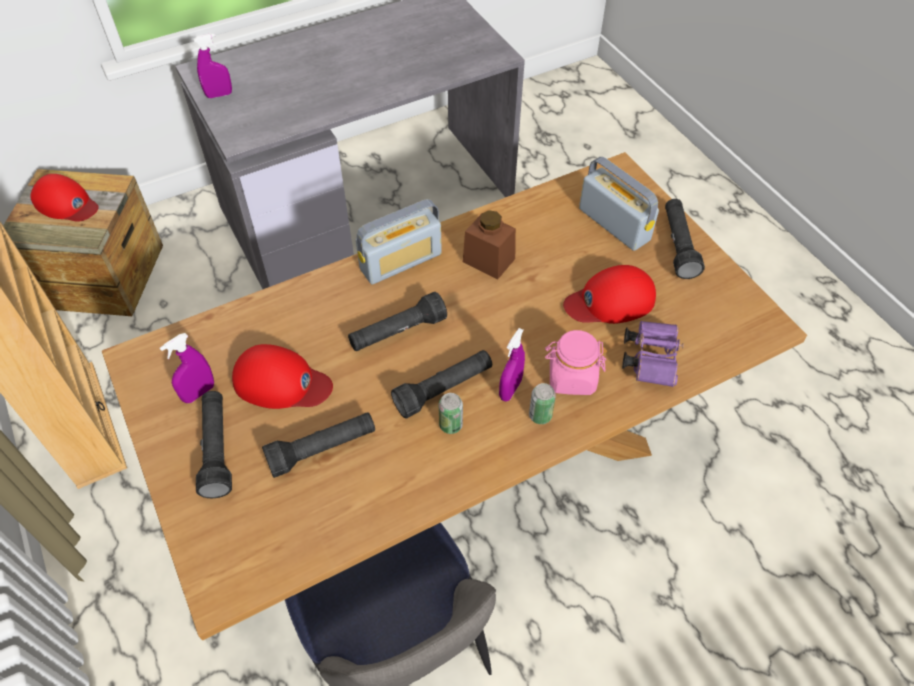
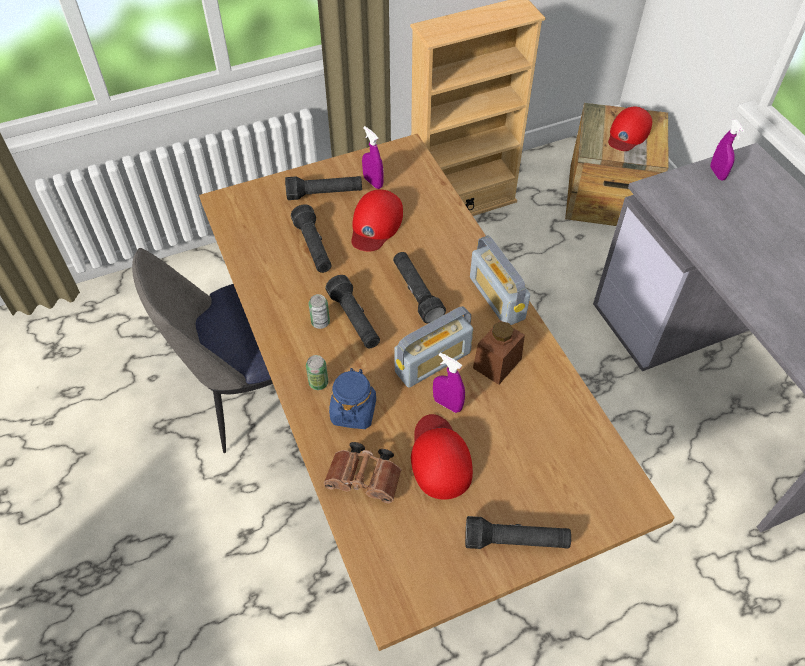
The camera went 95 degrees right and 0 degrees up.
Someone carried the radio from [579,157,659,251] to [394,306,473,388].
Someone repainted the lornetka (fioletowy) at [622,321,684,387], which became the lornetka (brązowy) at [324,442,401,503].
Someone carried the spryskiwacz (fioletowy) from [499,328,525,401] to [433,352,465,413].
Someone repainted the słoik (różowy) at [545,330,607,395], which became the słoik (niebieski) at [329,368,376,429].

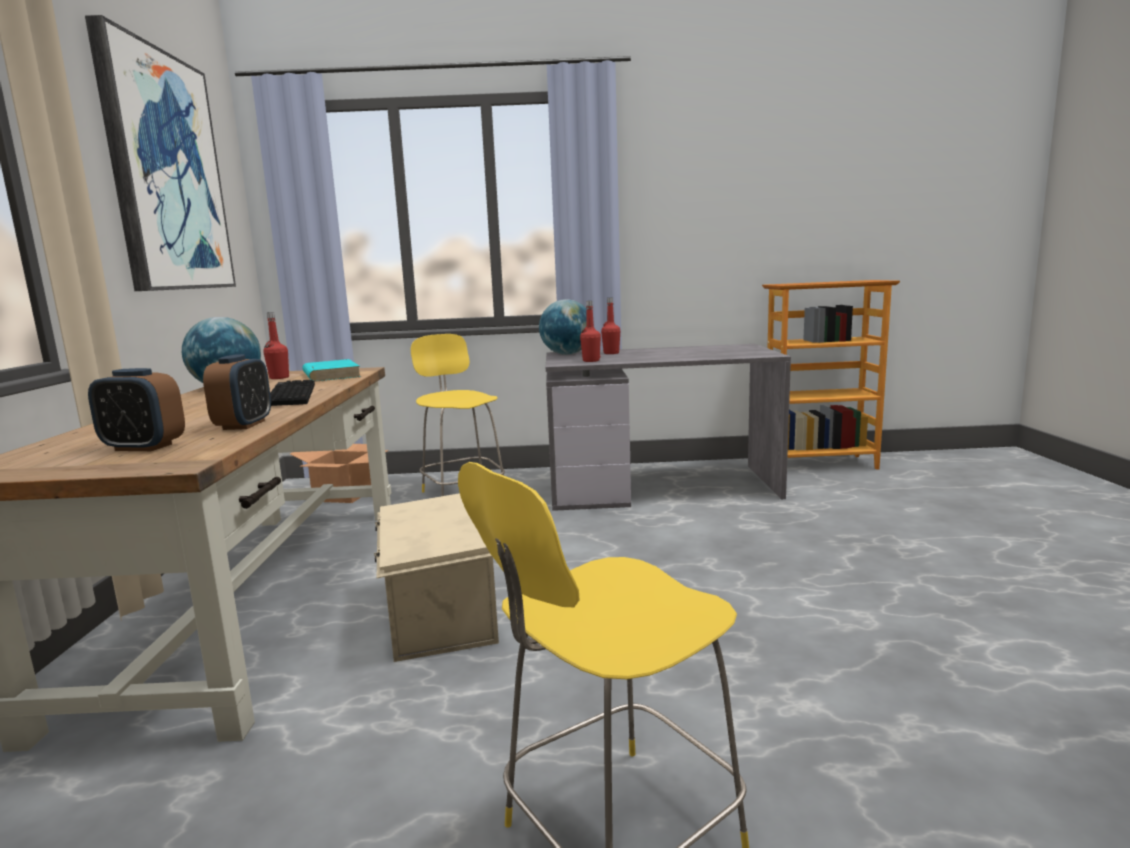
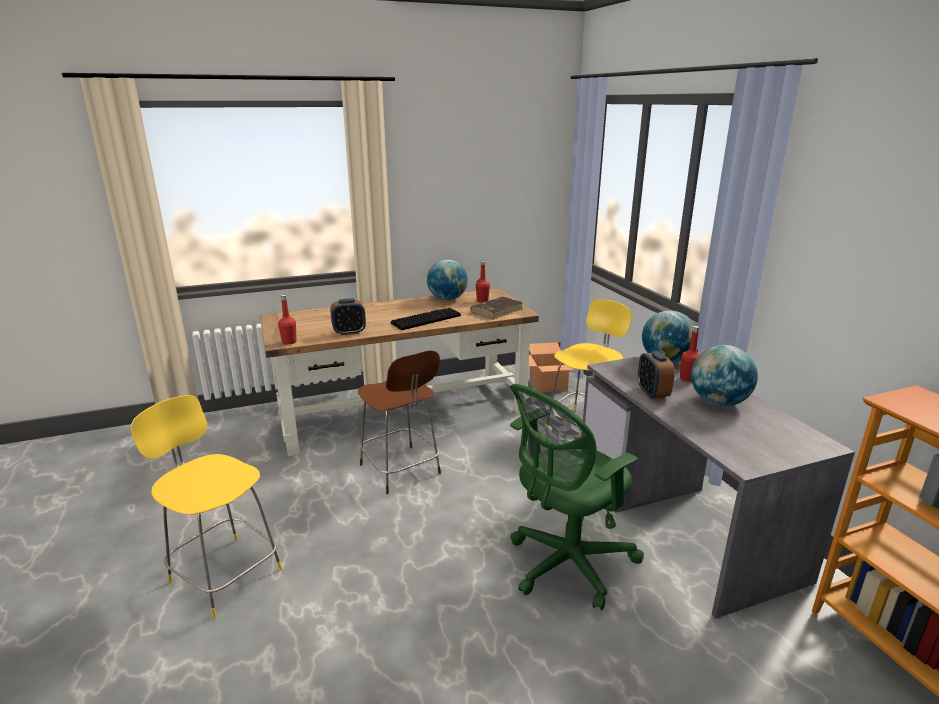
The camera went 70 degrees right and 10 degrees up.
Someone took away the obraz at [85,15,236,291].
Someone carried the butelka (czerwony) from [580,301,601,362] to [278,295,297,345].
Someone repainted the książka (turkusowy) at [302,359,361,382], which became the książka (brązowy) at [470,296,523,320].
Someone carried the budzik from [88,368,185,451] to [638,351,675,399].
Someone swapped the pojemnik do przechowywania (beżowy) at [374,493,499,662] for the krzesło (brązowy) at [358,350,441,494].
Someone put down the globus at [691,345,758,406].
Someone put down the krzesło biurowe (zielony) at [510,384,644,611].

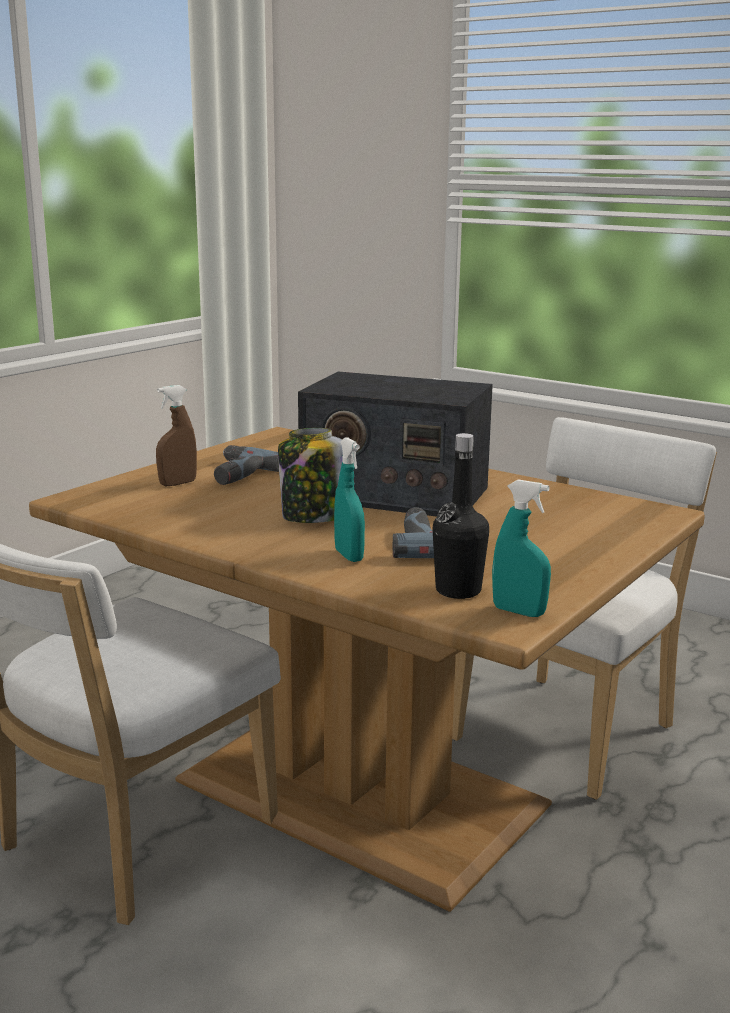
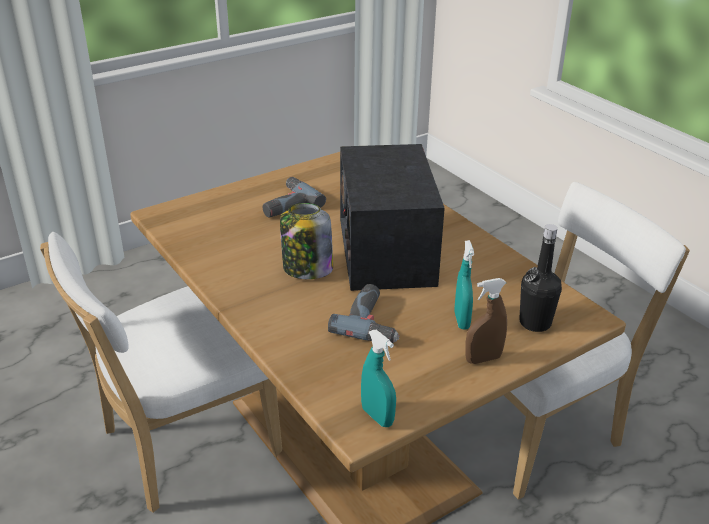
The camera went 20 degrees right and 15 degrees up.
Someone rotated the radio at [298,372,493,517] by 45 degrees clockwise.
Someone carried the spryskiwacz (brązowy) from [156,385,197,486] to [465,278,507,364].
Someone carried the butelka (czarny) from [432,433,489,599] to [519,224,562,332].
Someone carried the spryskiwacz (turkusowy) from [334,437,365,562] to [454,240,474,329].

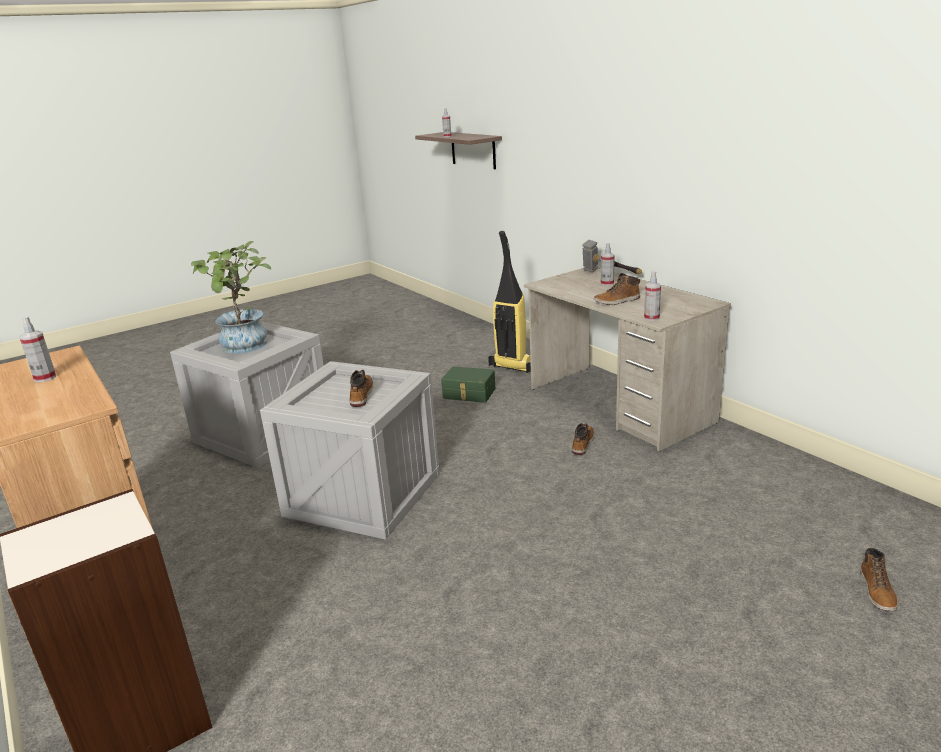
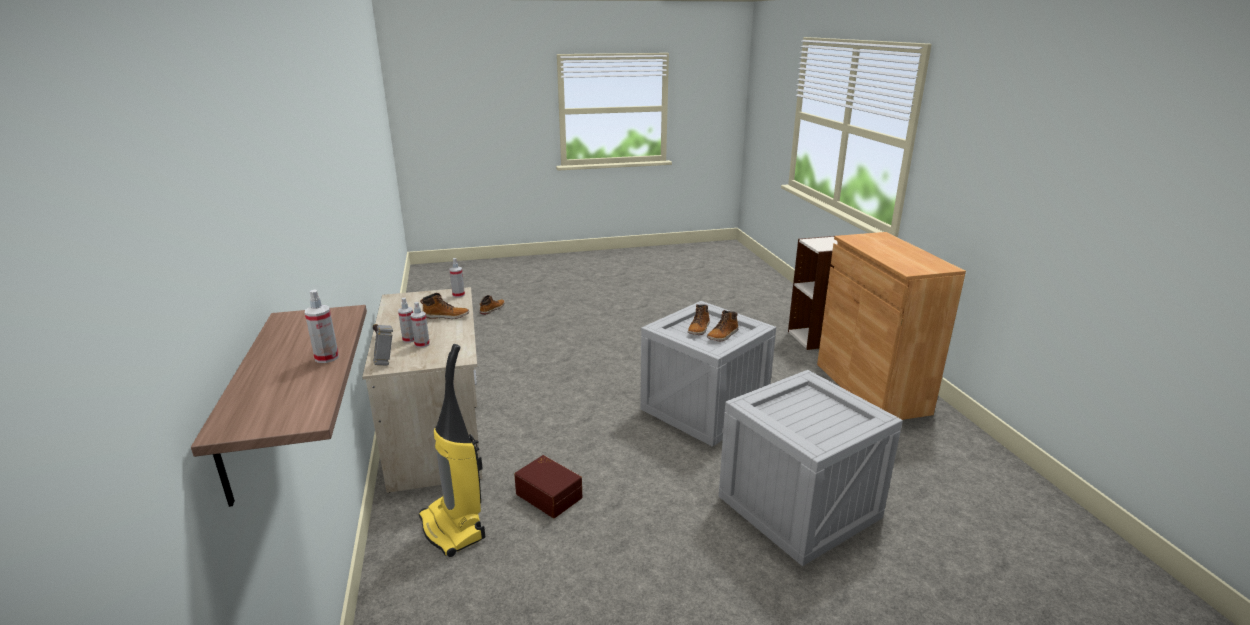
The camera went 160 degrees left and 0 degrees up.
Someone took away the roślina doniczkowa at [191,241,271,354].
Someone carried the spryskiwacz from [19,316,56,382] to [410,302,430,348].
Someone repainted the pojemnik do przechowywania (zielony) at [441,366,495,403], which became the pojemnik do przechowywania (brązowy) at [514,455,582,518].
Someone carried the but z cholewką from [572,423,594,455] to [707,310,738,341].

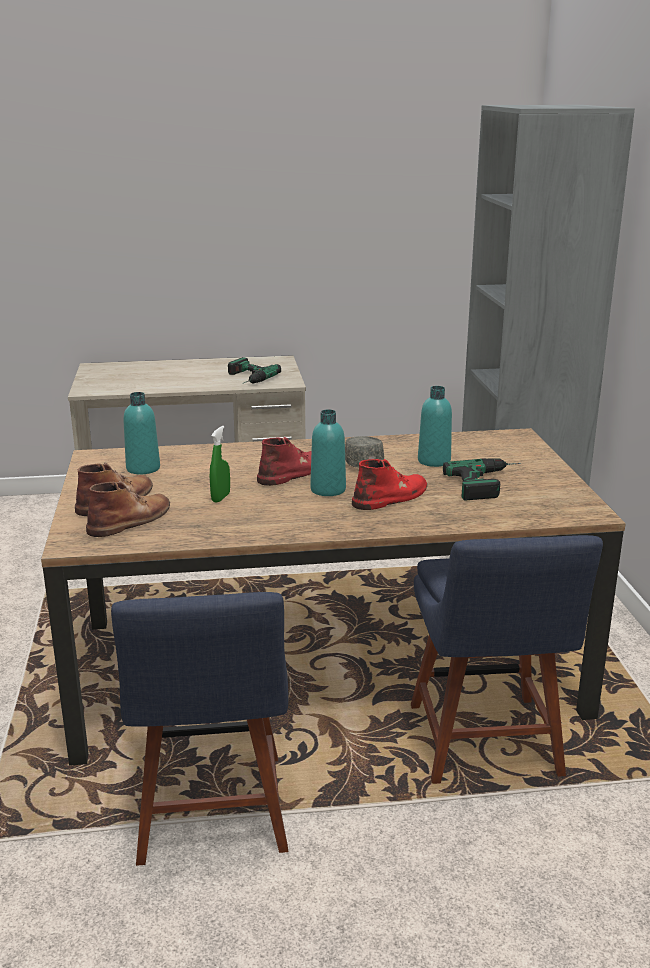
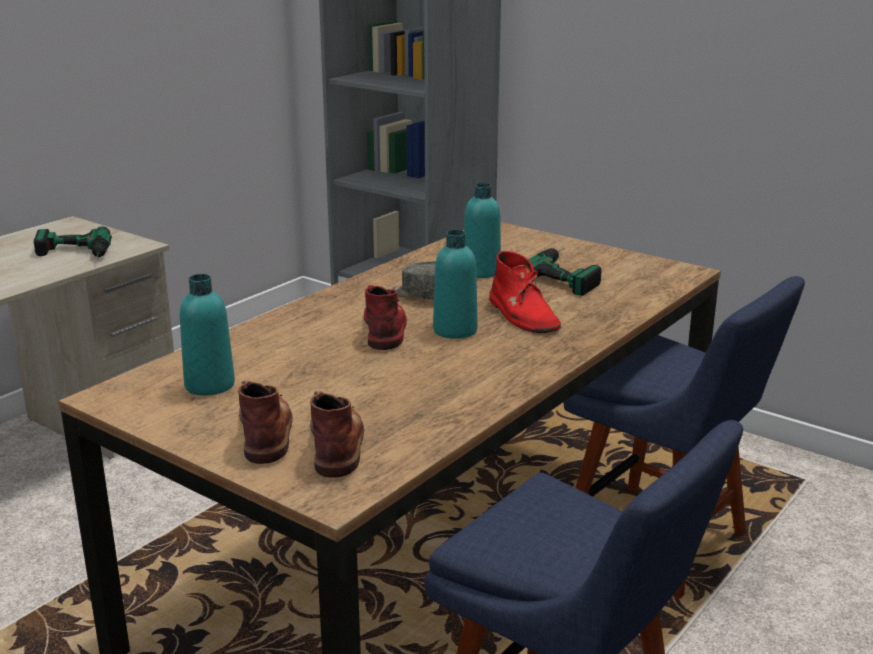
The camera went 45 degrees left and 0 degrees up.
Someone took away the spryskiwacz (zielony) at [210,426,230,502].
Someone rotated the but z cholewką (czerwony) at [352,459,427,510] by 150 degrees clockwise.

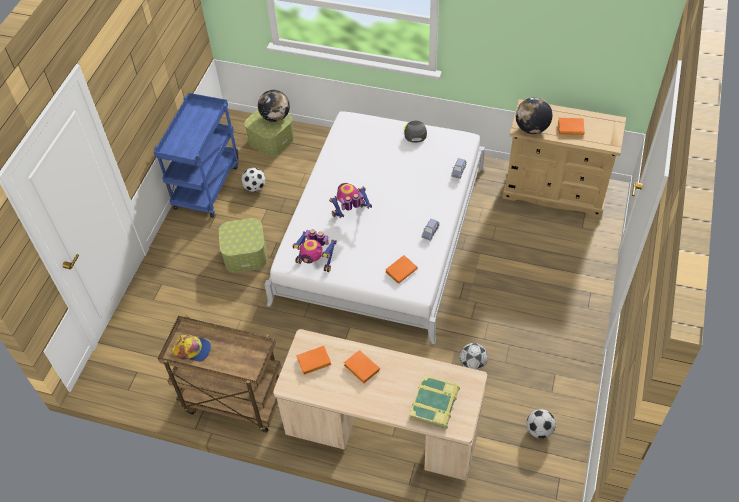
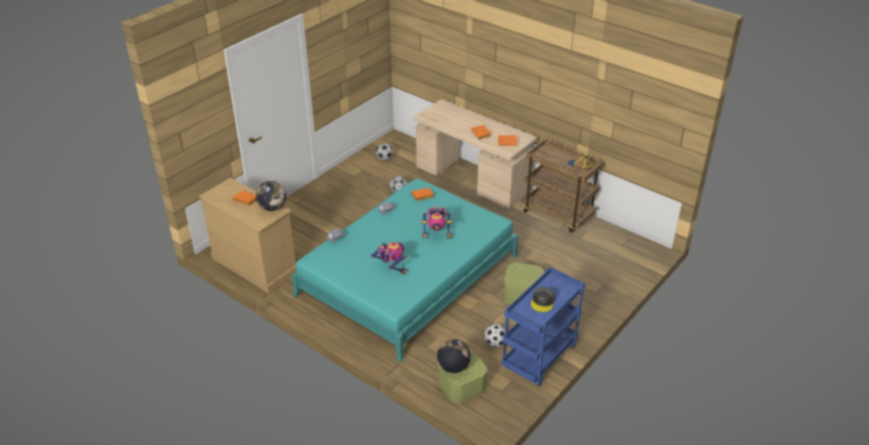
The camera went 160 degrees left and 15 degrees down.
Someone repainted the łóżko (biały) at [264,111,485,344], which became the łóżko (turkusowy) at [292,179,518,362].
Someone carried the czapka z daszkiem (szary) from [404,121,427,143] to [531,287,555,312].
Someone carried the robot zabawkowy from [292,229,337,272] to [371,242,407,274].
Someone took away the książka at [409,375,460,430].

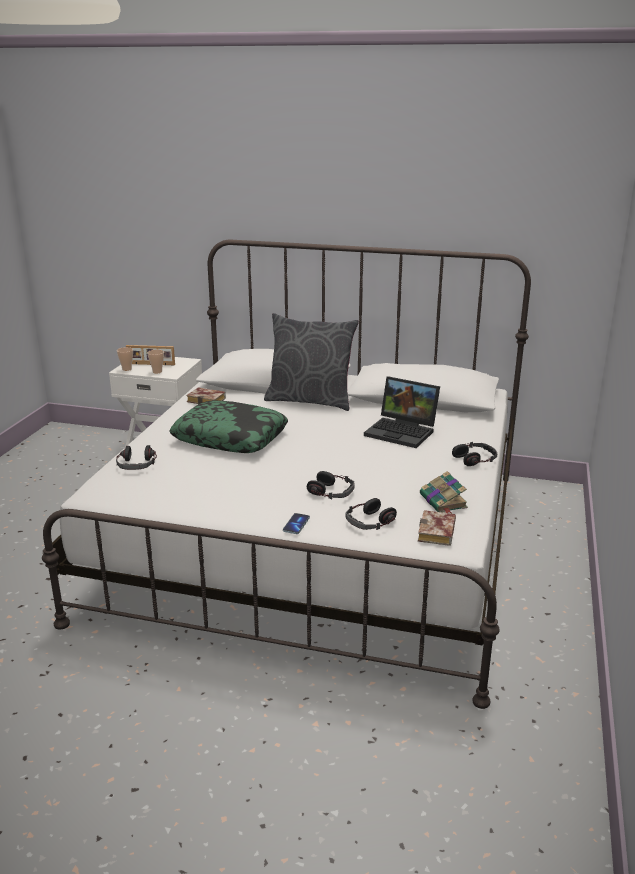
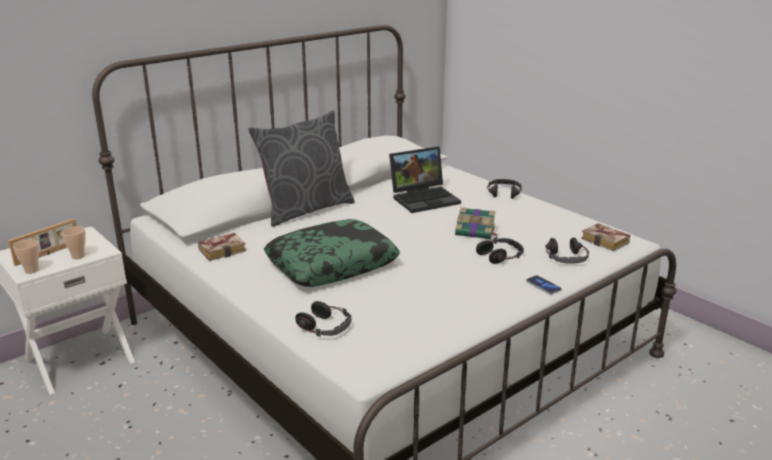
The camera went 55 degrees left and 0 degrees up.
Someone carried the książka from [420,471,468,513] to [455,207,499,239].

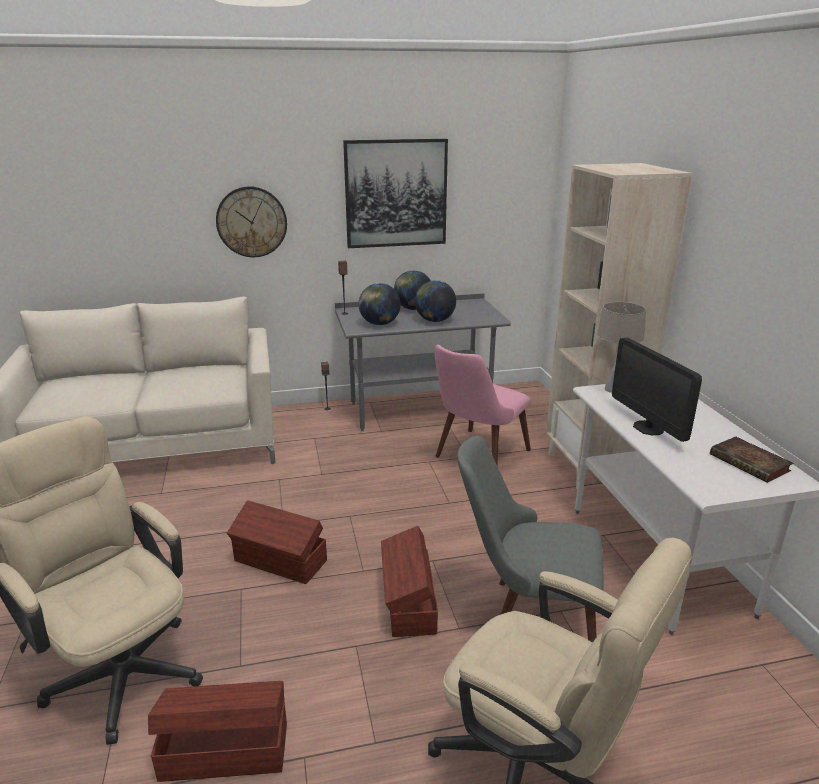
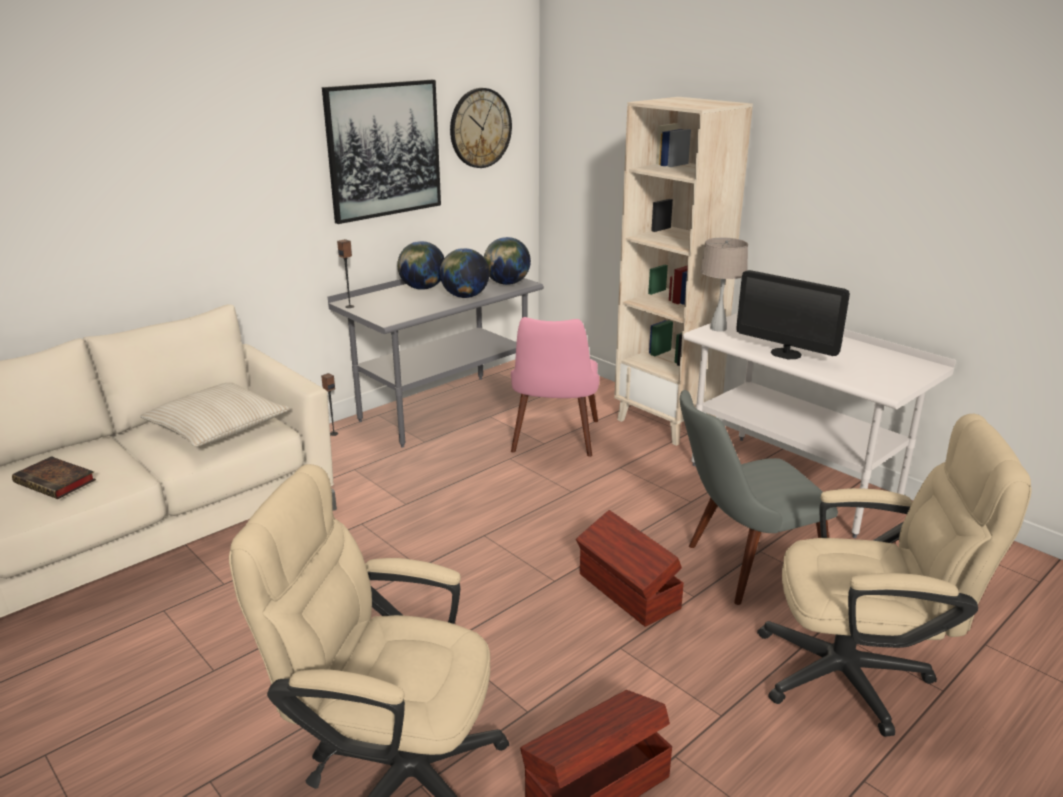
The camera went 30 degrees left and 0 degrees up.
Someone carried the zegar ścienny from [216,186,287,257] to [450,88,512,168].
Someone carried the globus from [359,283,401,325] to [484,237,531,285].
Someone carried the książka from [710,437,793,483] to [12,456,96,499].
Someone took away the pojemnik do przechowywania (brązowy) at [227,500,327,584].
Someone put down the poduszka (beżowy) at [140,383,291,447].

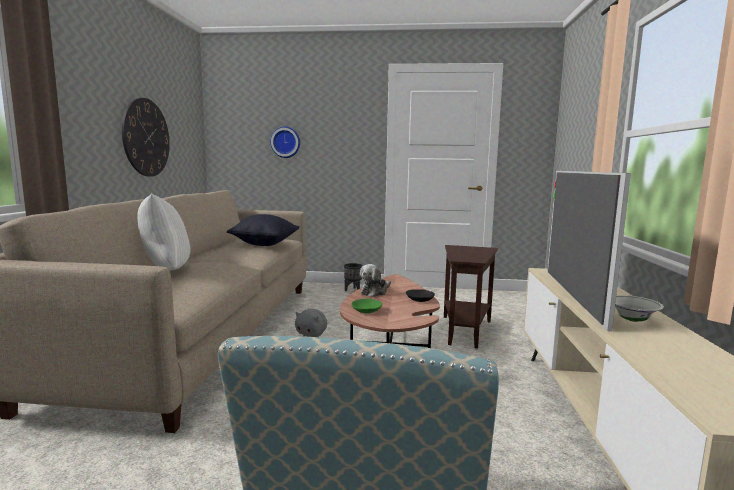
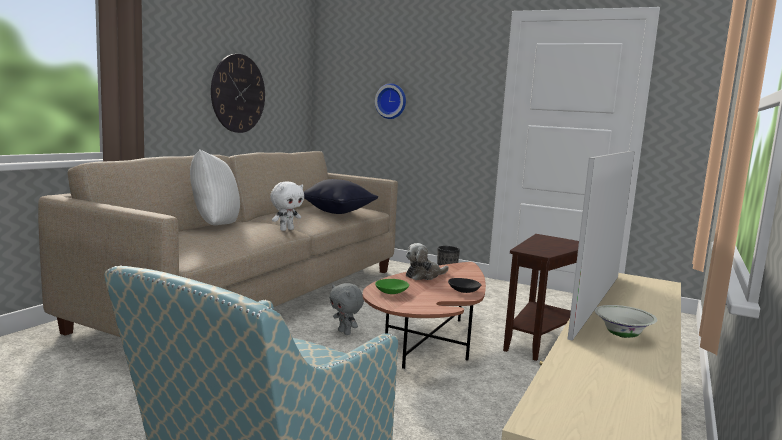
The camera went 20 degrees right and 0 degrees up.
Someone put down the pluszak (biały) at [270,182,304,231].

